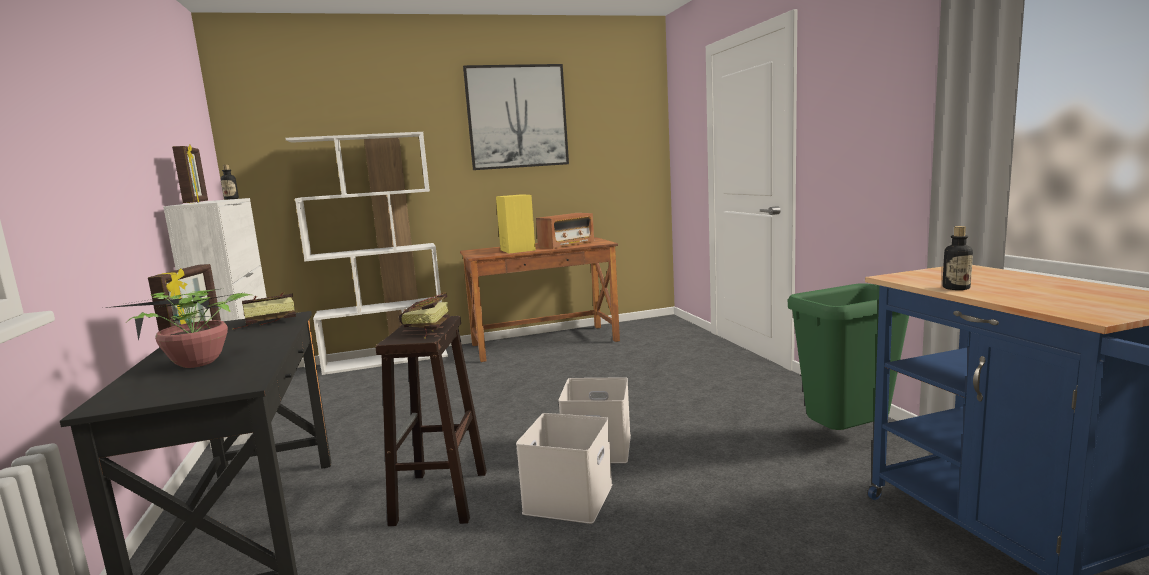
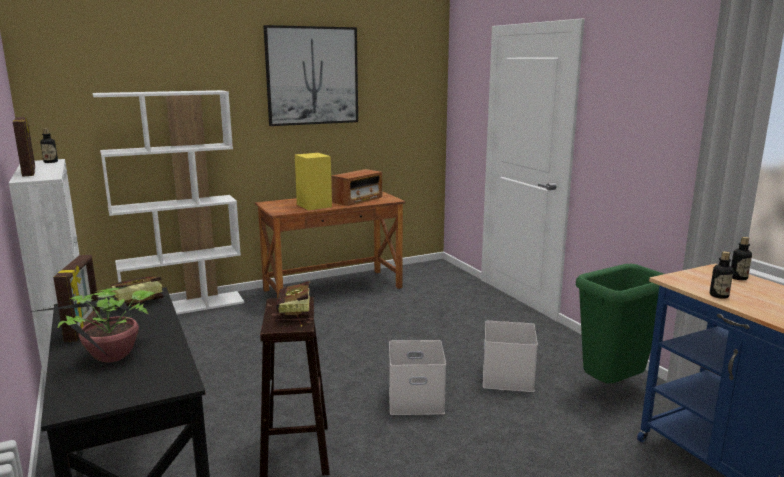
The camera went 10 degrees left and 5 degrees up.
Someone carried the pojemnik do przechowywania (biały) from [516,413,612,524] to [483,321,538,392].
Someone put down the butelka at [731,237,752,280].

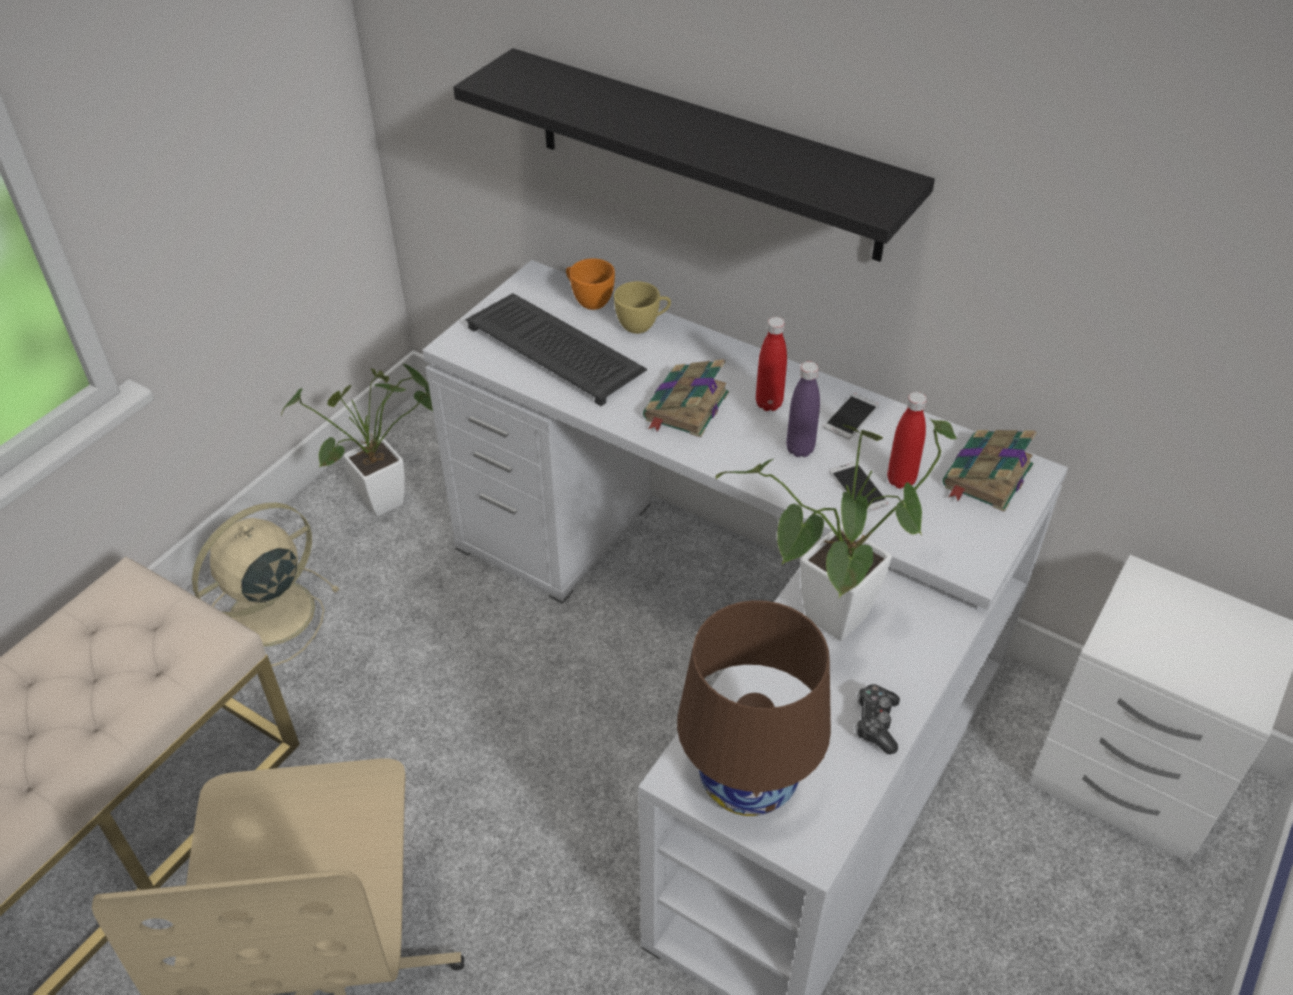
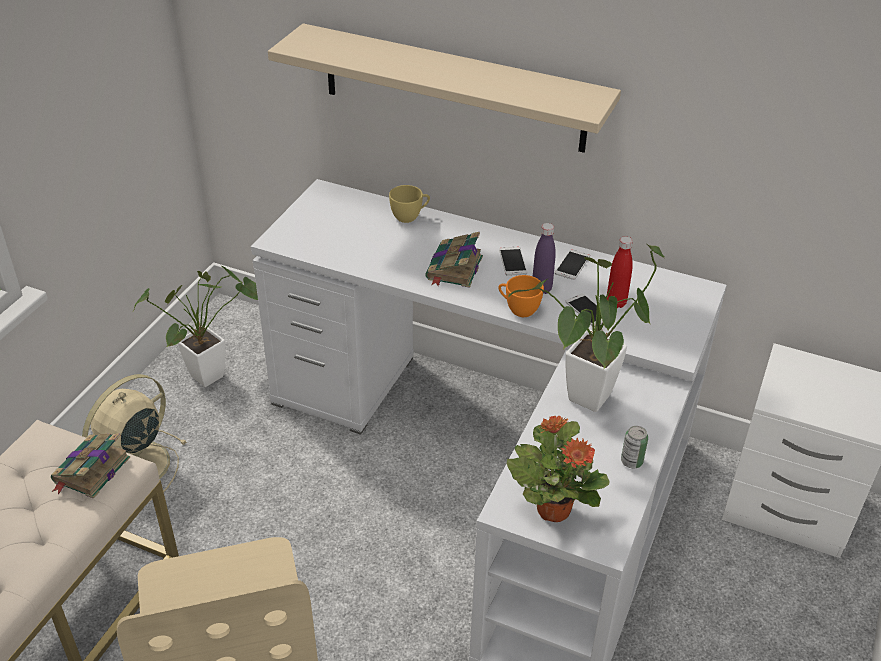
The camera went 10 degrees left and 5 degrees down.
Someone repainted the półka (czarny) at [453,48,935,262], which became the półka (beżowy) at [268,23,621,153].
Someone carried the filiżanka (pomarańczowy) from [566,258,615,310] to [499,275,544,317].
Someone took away the klawiatura at [466,293,647,406].
Someone swapped the butelka (czerwony) at [756,317,787,411] for the telefon at [499,247,527,276].
Someone carried the książka from [942,430,1037,512] to [51,433,130,499].
Someone swapped the lampa stołowa (brązowy) at [677,600,831,816] for the roślina doniczkowa at [507,415,610,522].
Someone swapped the pad do gier at [855,684,900,754] for the puszka at [621,426,648,469].

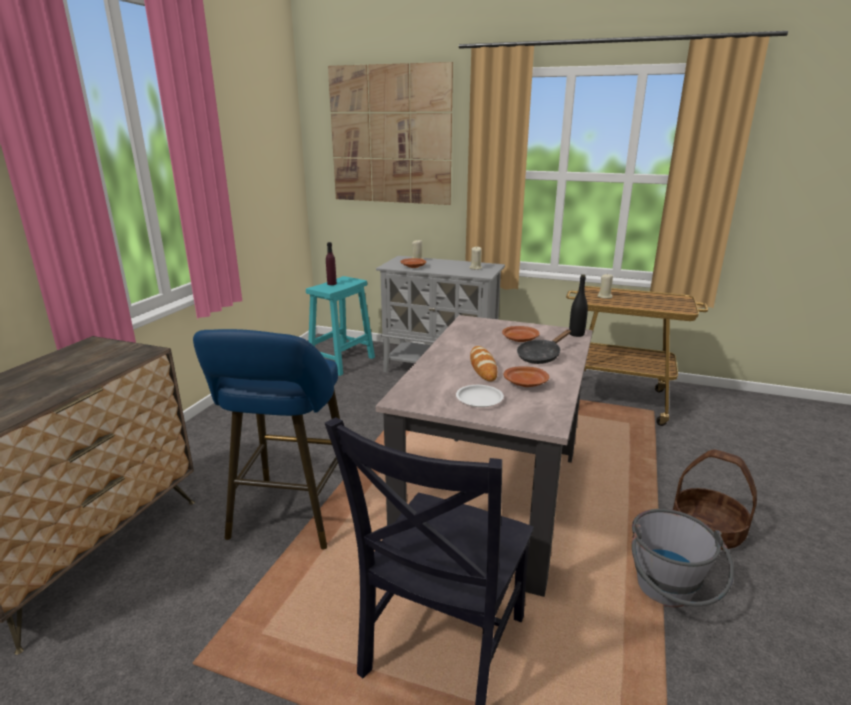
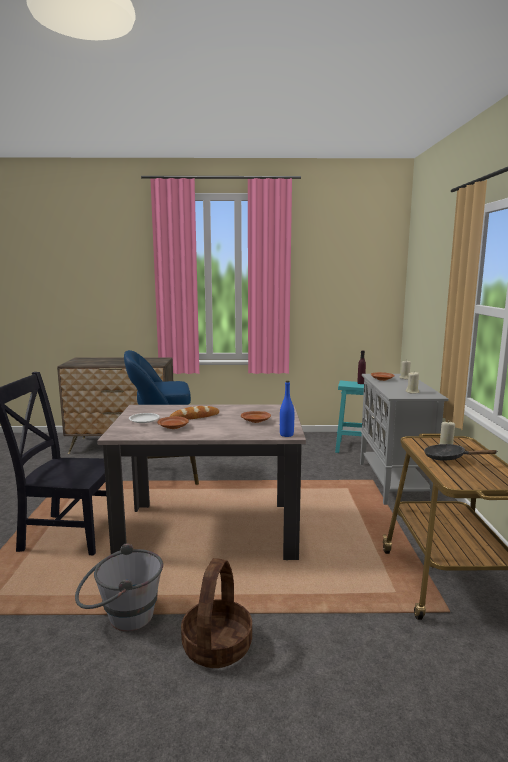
The camera went 70 degrees right and 10 degrees down.
Someone took away the obraz at [328,62,453,205].
Someone repainted the butelka (czarny) at [569,274,588,337], which became the butelka (niebieski) at [280,381,294,437].
Someone carried the patelnia (czarny) from [517,330,571,364] to [424,444,498,461].

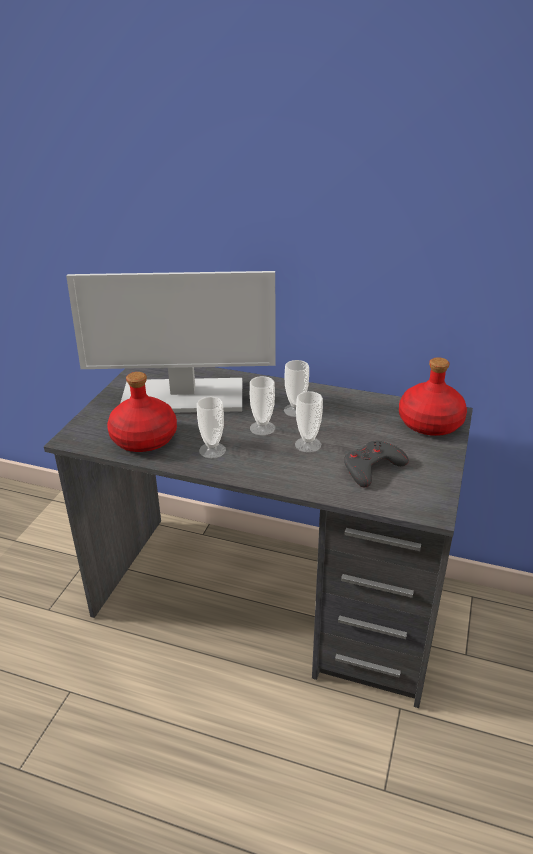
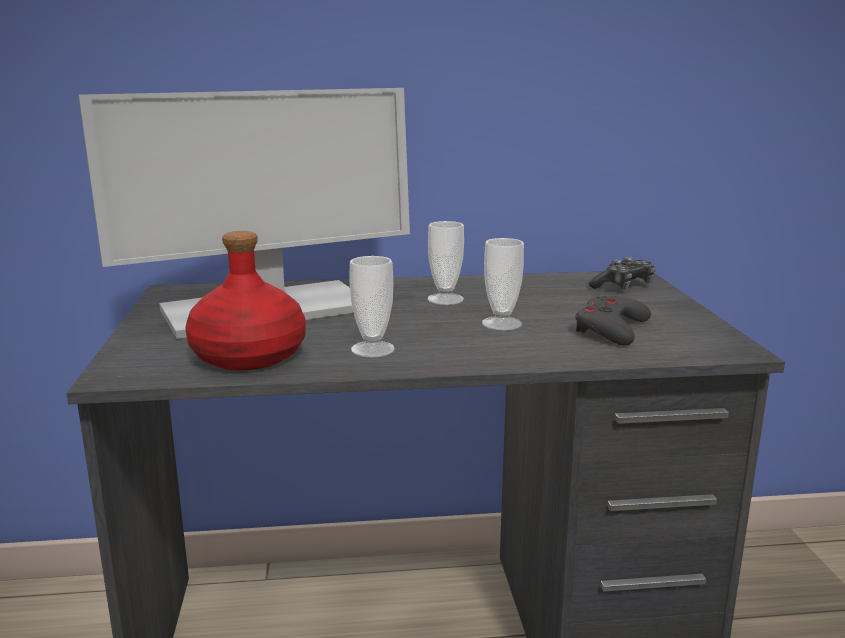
The camera went 25 degrees left and 15 degrees down.
Someone swapped the butelka (czerwony) at [399,357,467,436] for the pad do gier at [589,257,656,290].
Someone took away the filiżanka at [250,376,275,436].

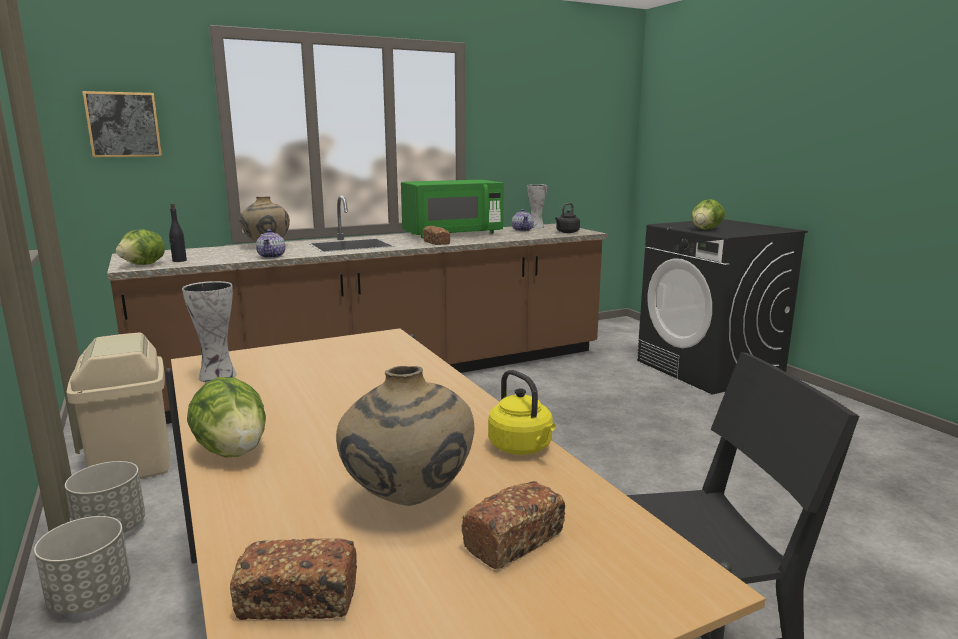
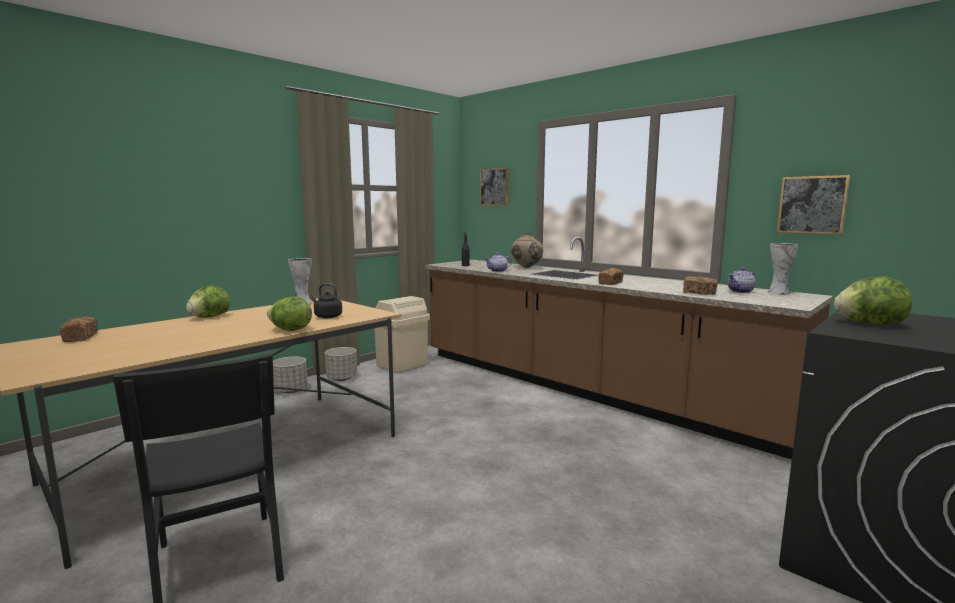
The camera went 70 degrees right and 5 degrees down.
Someone took away the mikrofalówka (zielony) at [401,180,504,238].
Someone carried the czajnik (czarny) from [555,203,580,233] to [311,283,342,318].
Someone carried the sałata from [116,229,165,265] to [267,297,312,331].
Someone took away the wazon (beżowy) at [336,366,474,506].
Someone took away the czajnik (żółty) at [488,370,555,455].
Someone carried the chleb from [461,481,565,569] to [683,276,718,295].
Someone put up the obraz at [777,175,850,235].

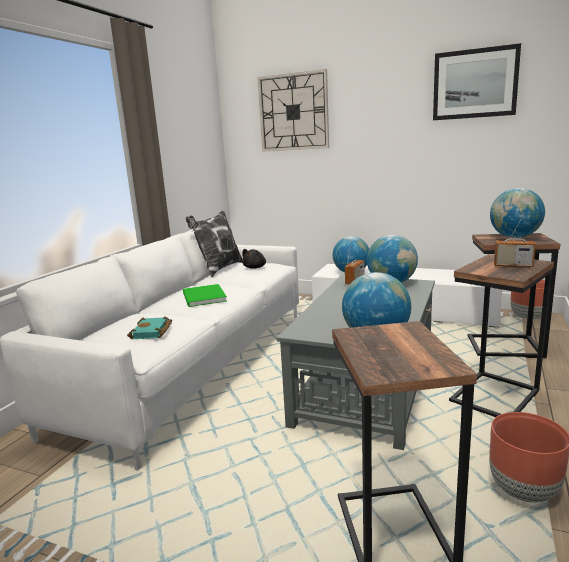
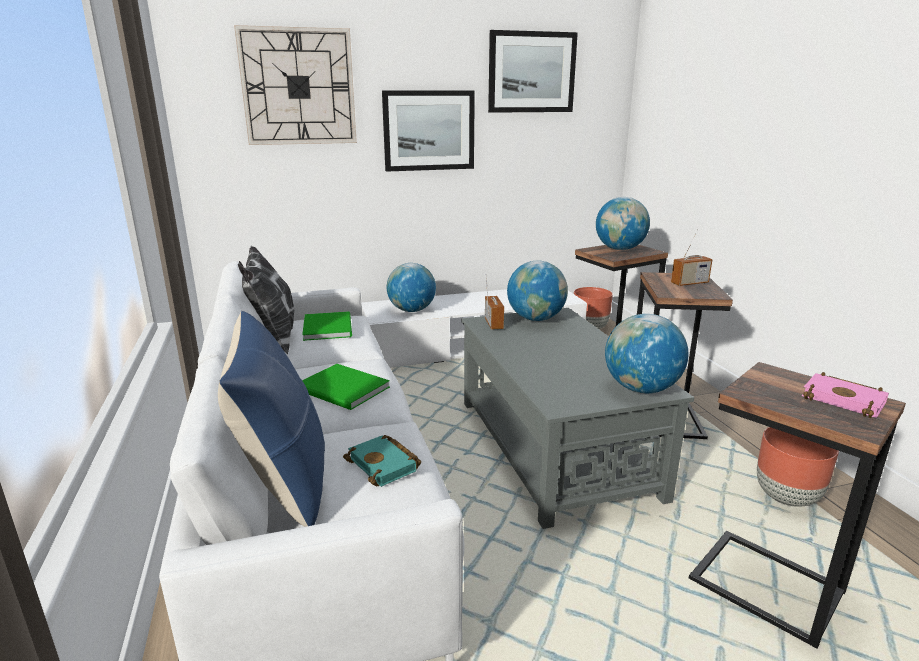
The camera went 40 degrees left and 5 degrees up.
Someone swapped the pluszak (czarny) at [242,249,266,269] for the książka (zielony) at [302,311,352,341].
Someone put up the obraz at [382,90,475,172].
Someone put down the poduszka (niebieski) at [218,311,325,527].
Someone put down the książka (różowy) at [802,372,889,418].

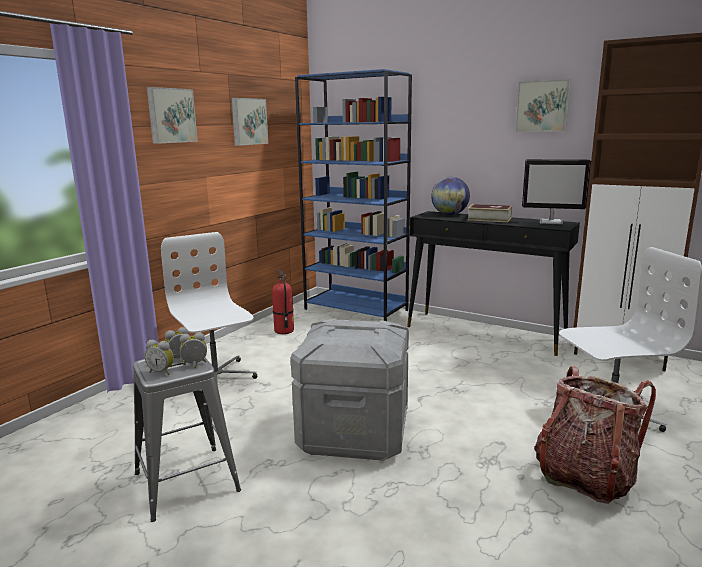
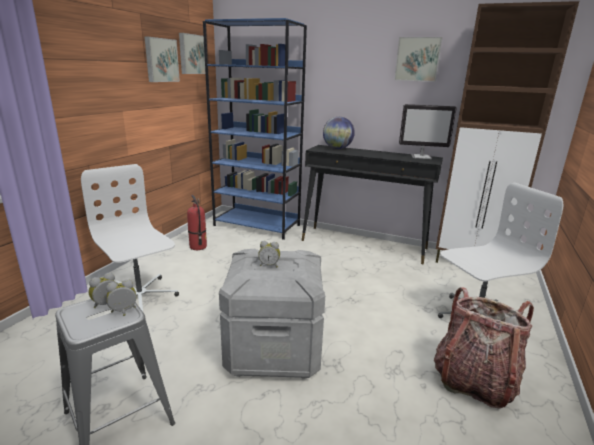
The camera went 10 degrees left and 5 degrees up.
Someone carried the obraz from [147,87,198,144] to [179,33,205,74].
Someone took away the książka at [467,204,512,222].
Someone carried the budzik from [145,340,174,375] to [258,241,280,267].

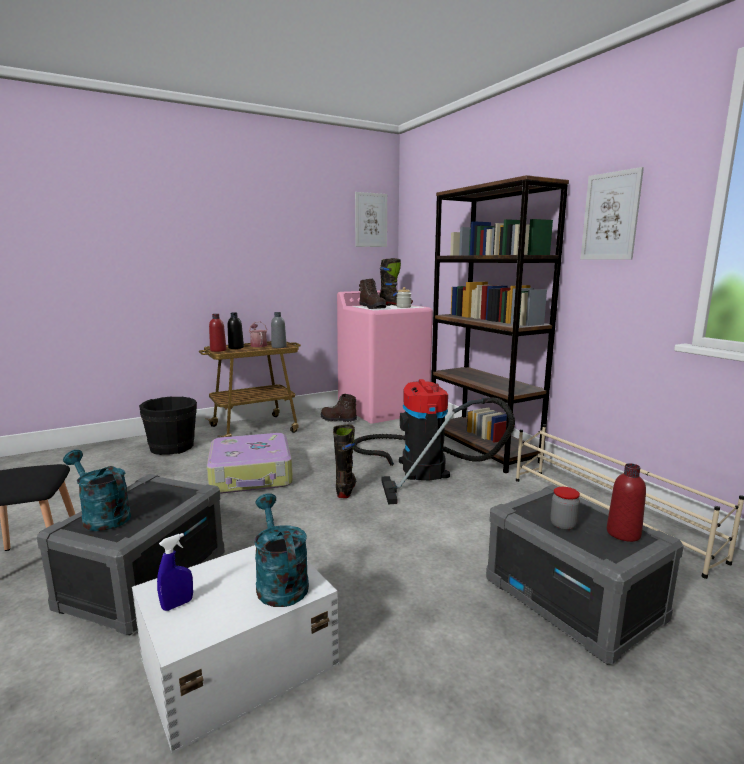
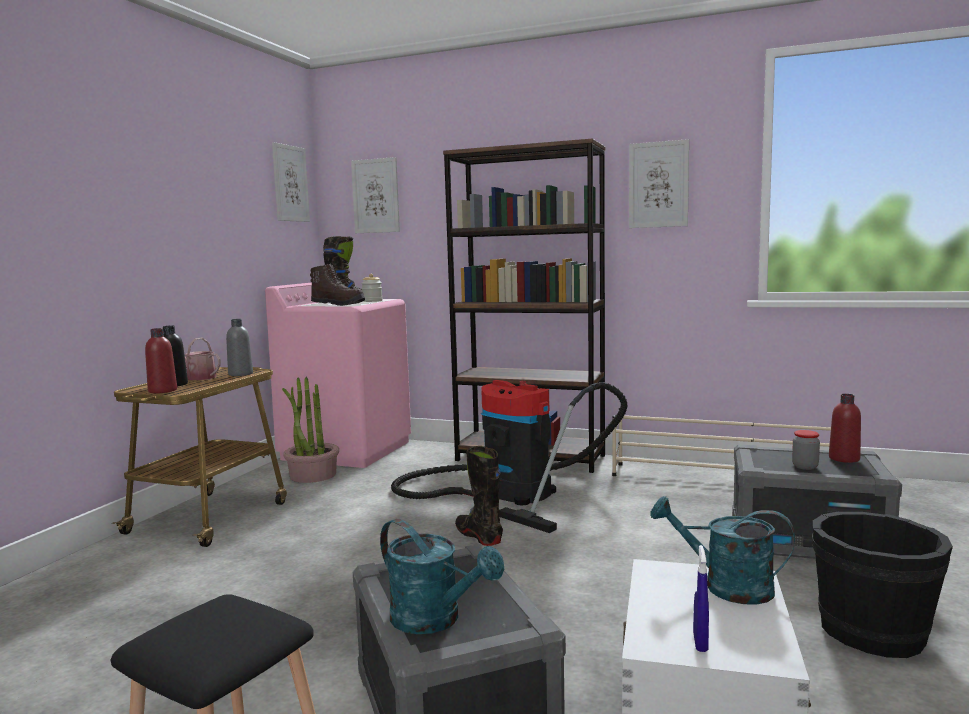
The camera went 40 degrees left and 5 degrees down.
Someone swapped the but z cholewką (brązowy) at [320,394,357,422] for the roślina doniczkowa at [282,377,339,483].
Someone carried the wiadro (czarny) from [139,396,197,455] to [812,512,953,658].
Someone took away the walizka at [207,433,293,494].
Someone rotated the konewka (turkusowy) at [63,450,131,531] by 135 degrees counterclockwise.
Someone put up the obraz at [351,157,400,233].

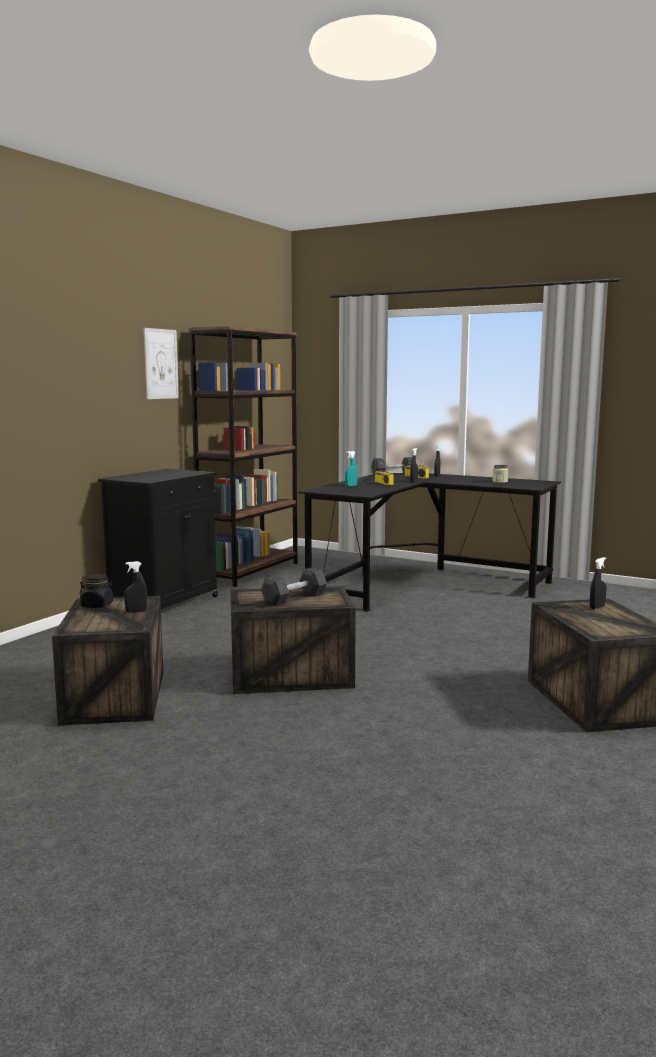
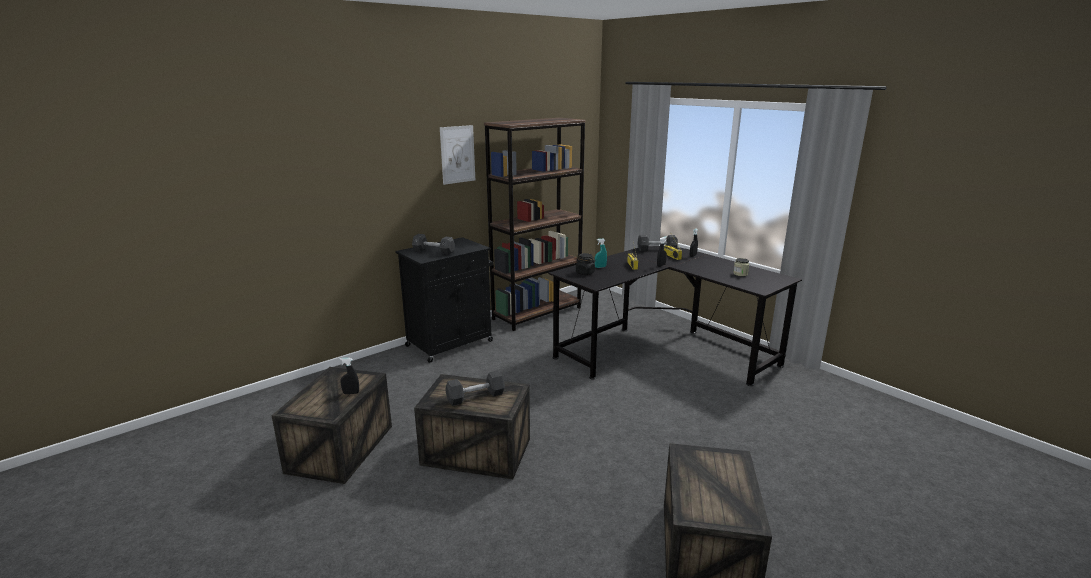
The camera went 20 degrees right and 10 degrees up.
Someone took away the spryskiwacz (czarny) at [590,557,606,609].
Someone carried the słoik (czarny) from [80,573,113,608] to [576,253,596,275].
Someone put down the hantel (szary) at [412,234,455,255].

